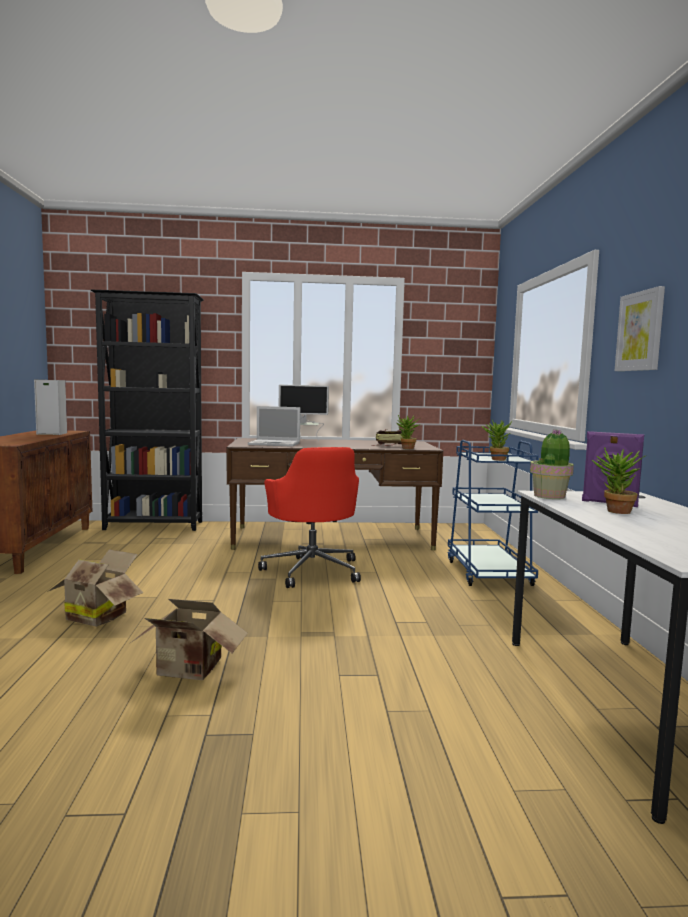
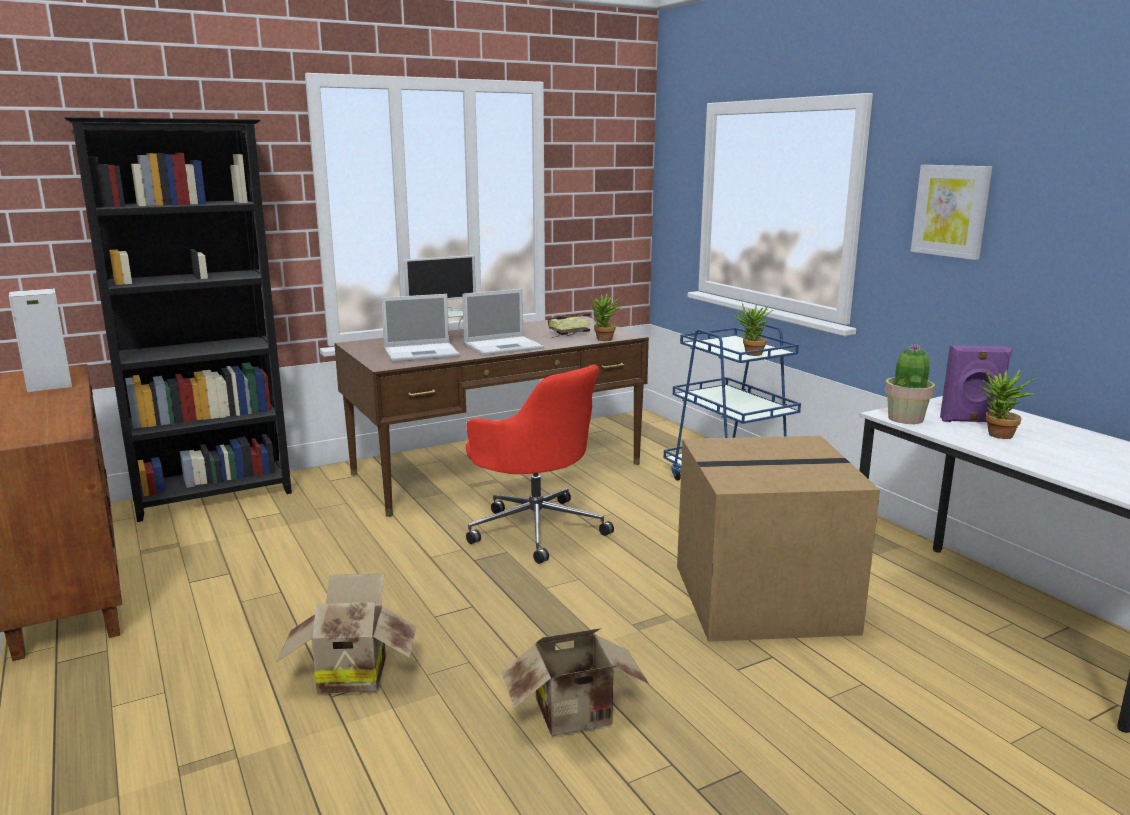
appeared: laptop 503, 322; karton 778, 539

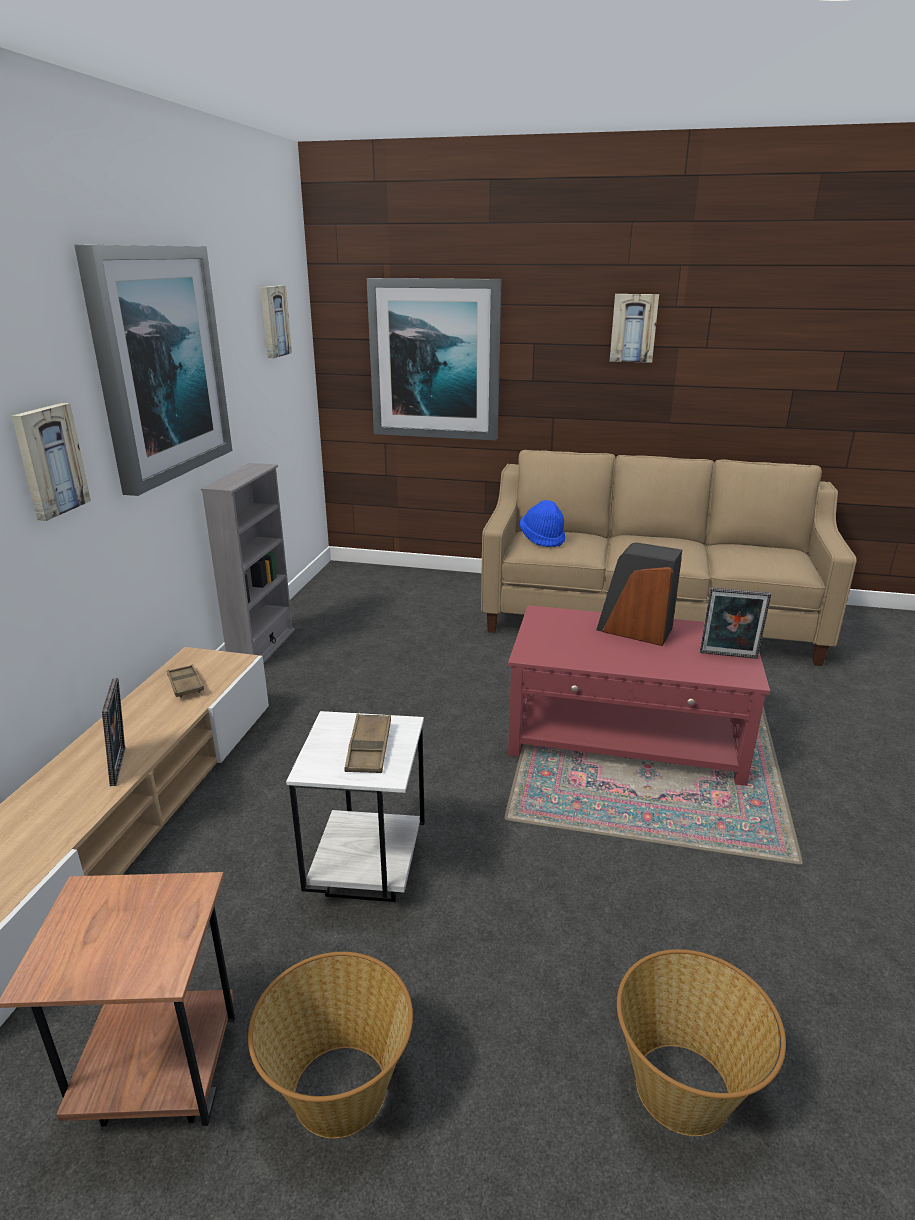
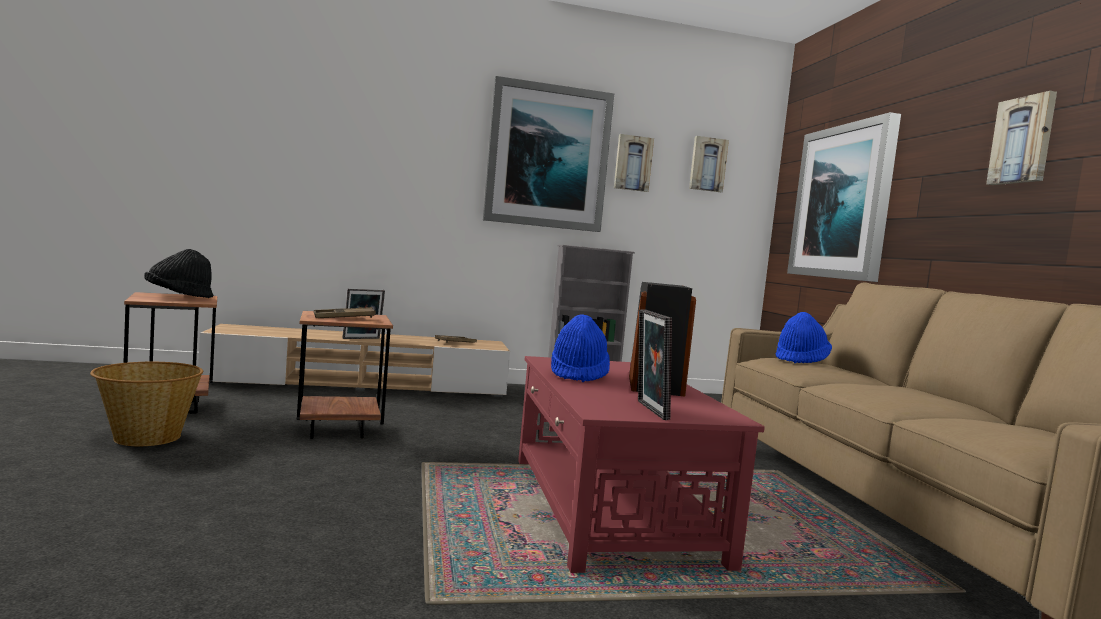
missing: koszyk 701, 1042
appeared: kapelusz [czarny] 178, 273; kapelusz [niebieski] 580, 348
relocated: obraz 51, 462 to 634, 163
colour: stolik [biały] 355, 806 to stolik [brązowy] 345, 375

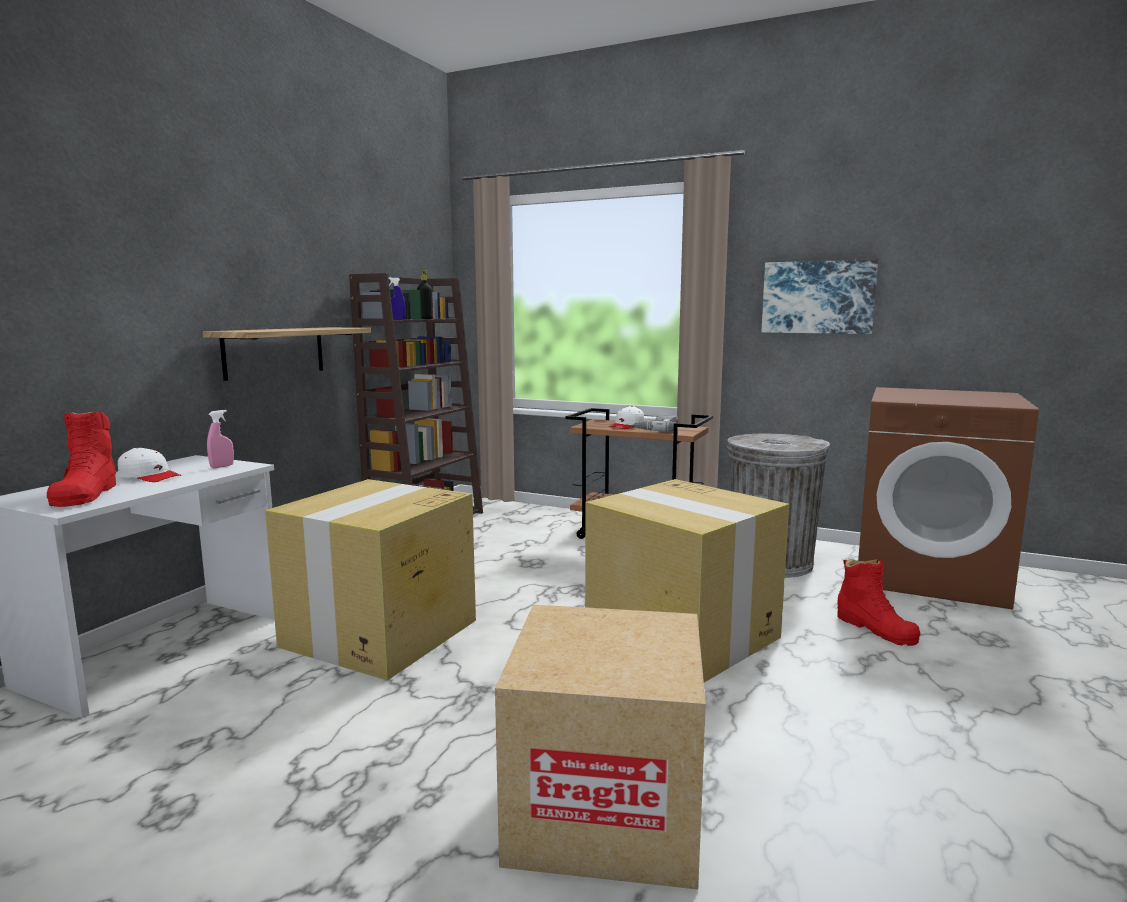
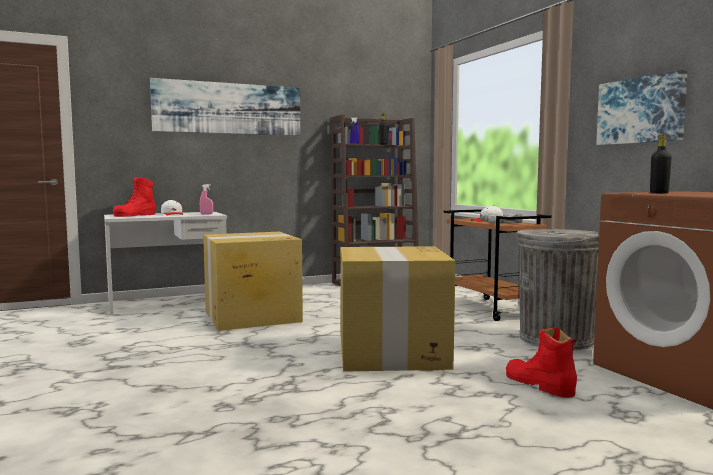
missing: półka 287, 354; karton 600, 747
appeared: obraz 225, 107; butelka [czarny] 661, 164
spun: but z cholewką [czerwony] 879, 602 = 541, 363 135 degrees clockwise

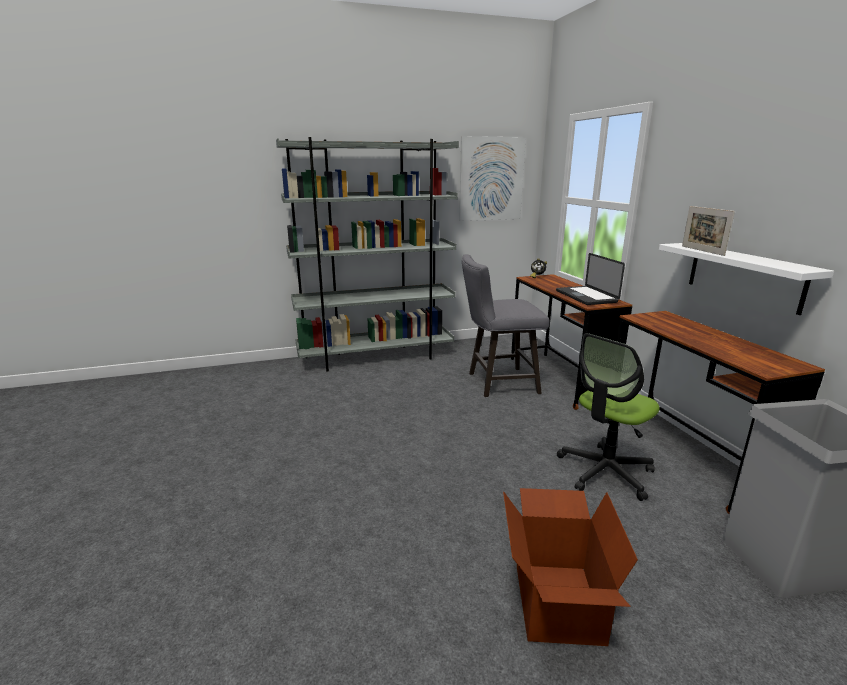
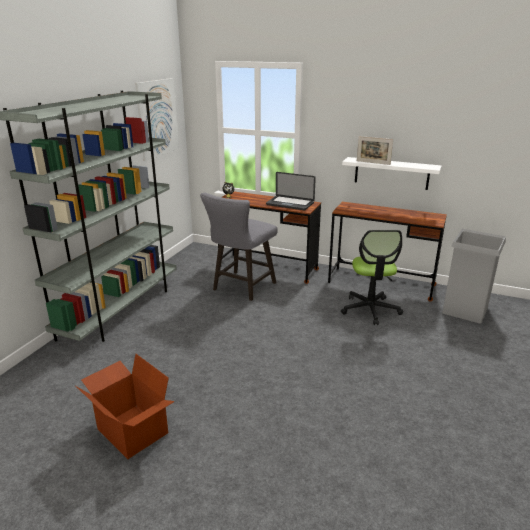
relocated: karton 570, 567 to 125, 406

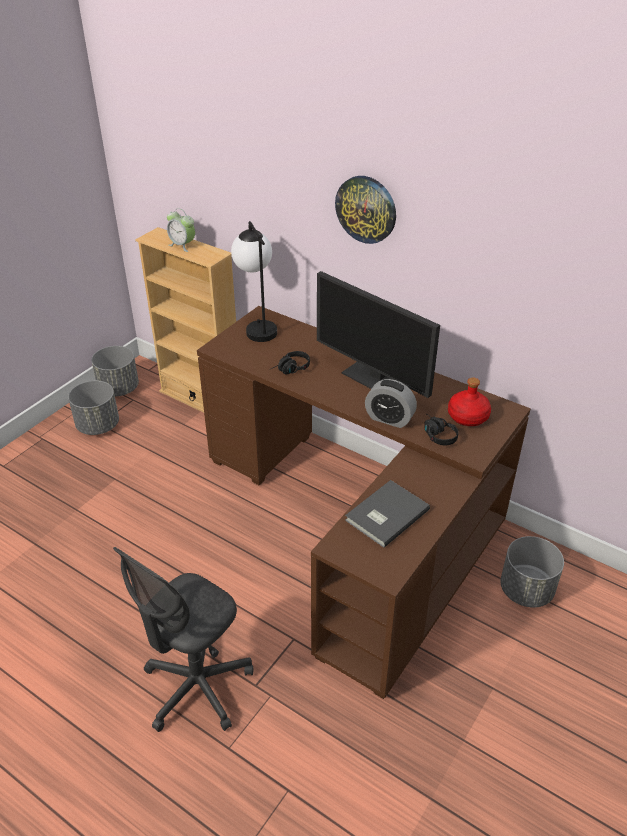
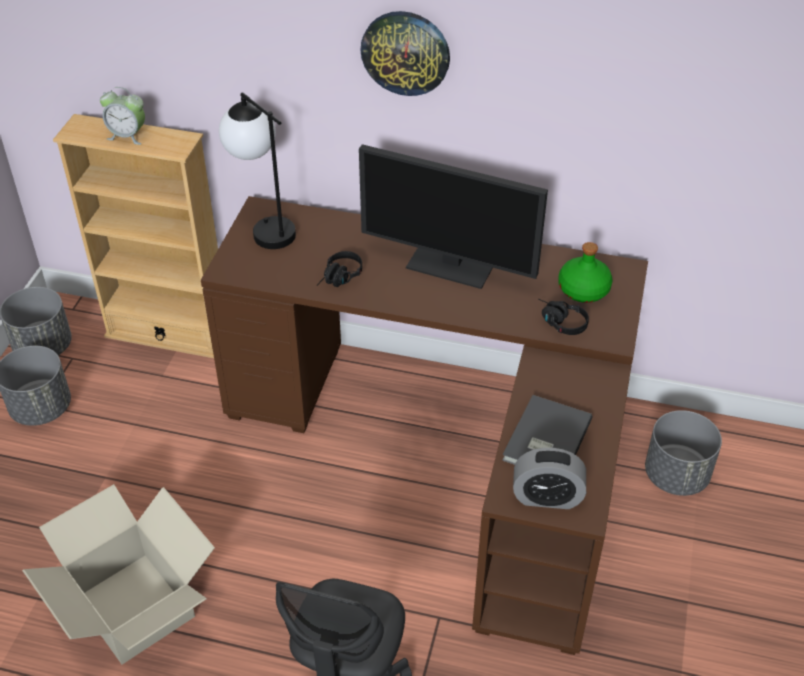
appeared: karton 118, 574
relocated: budzik 391, 403 to 549, 478
colour: butelka [czerwony] 469, 402 to butelka [zielony] 585, 272

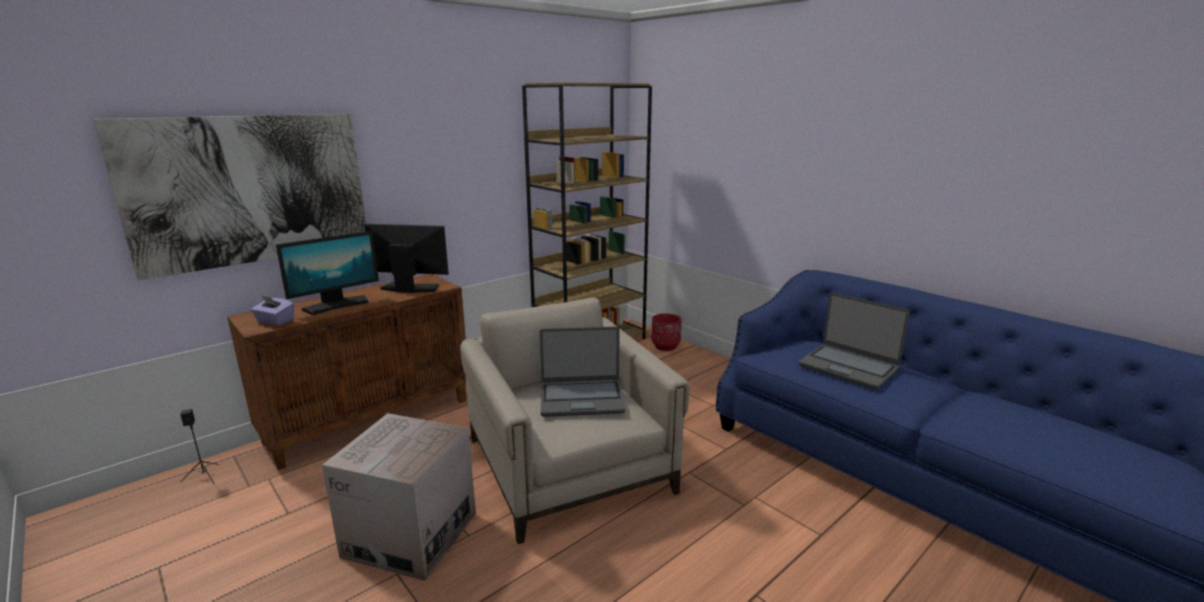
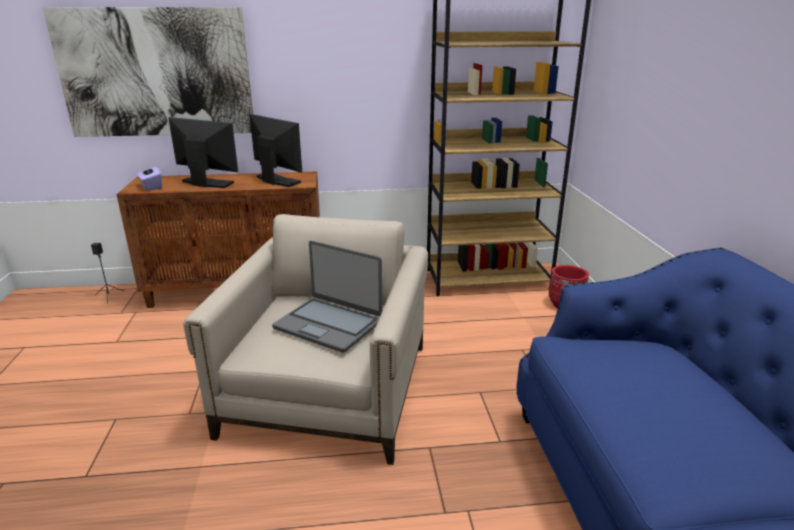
missing: laptop 854, 341; karton 399, 497
spun: monitor 327, 273 = 203, 152 150 degrees counterclockwise

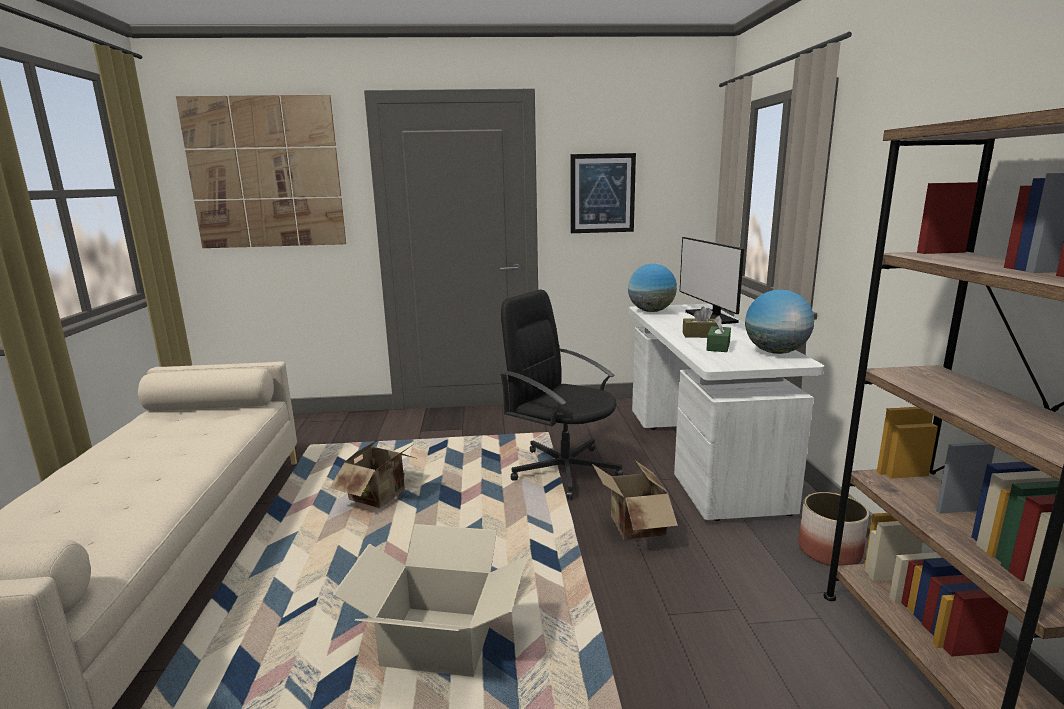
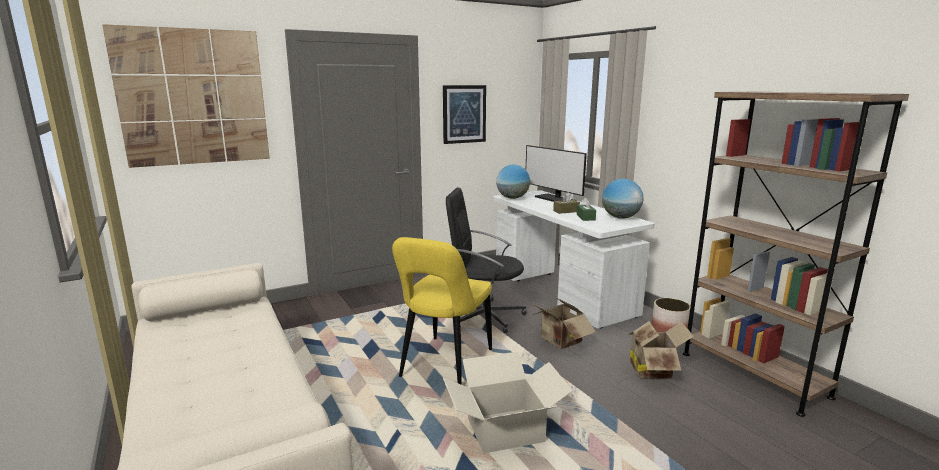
appeared: krzesło [żółty] 442, 311
relocated: karton 372, 472 to 660, 350

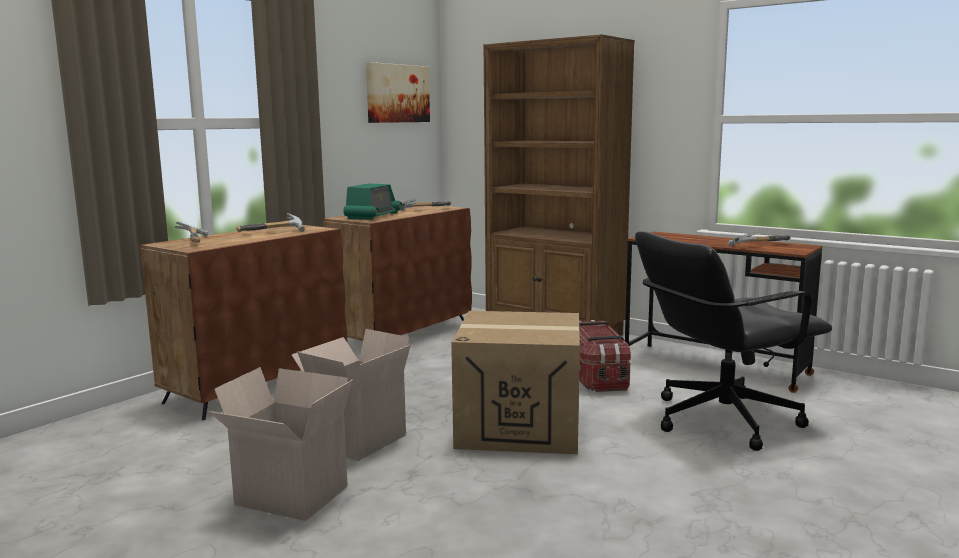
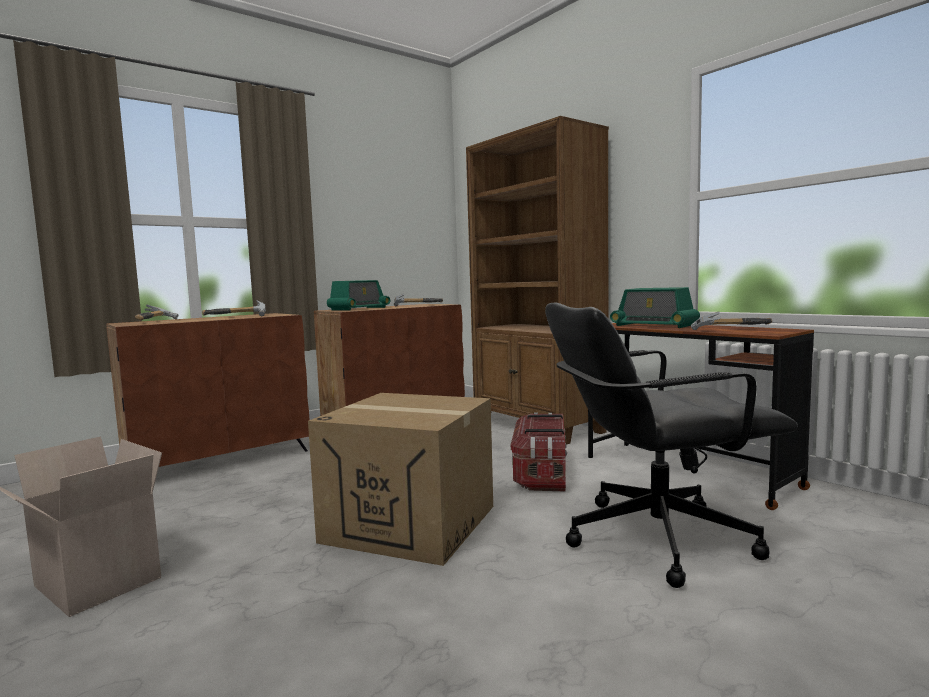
missing: obraz 398, 92; karton 351, 395
appeared: radio 655, 307

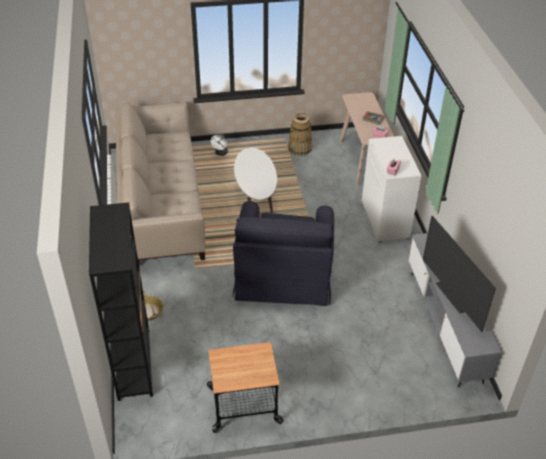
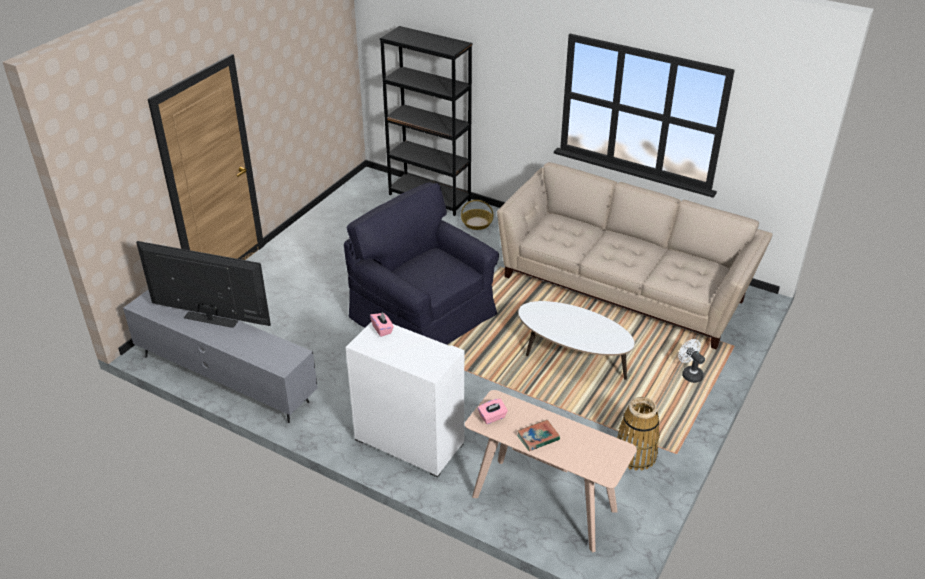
missing: wózek 245, 387

